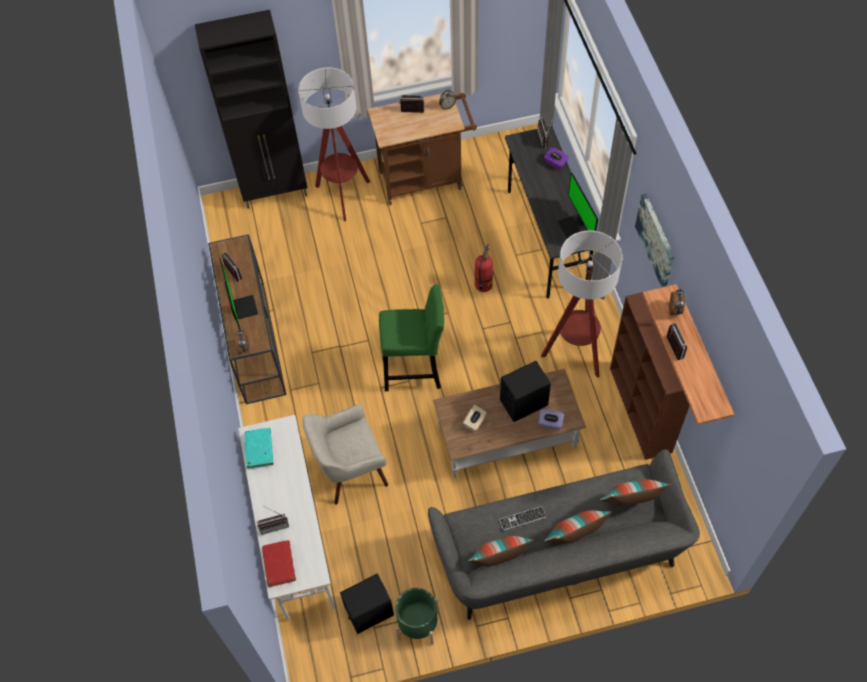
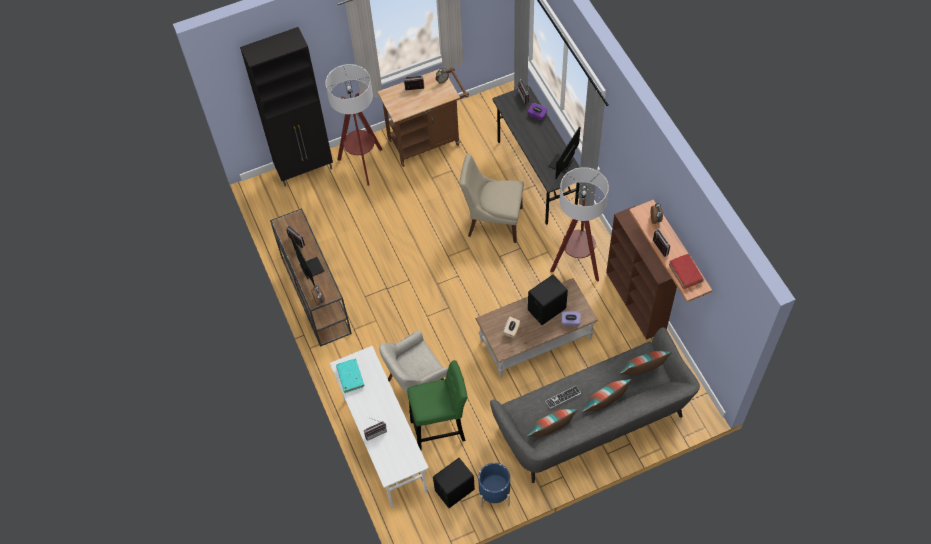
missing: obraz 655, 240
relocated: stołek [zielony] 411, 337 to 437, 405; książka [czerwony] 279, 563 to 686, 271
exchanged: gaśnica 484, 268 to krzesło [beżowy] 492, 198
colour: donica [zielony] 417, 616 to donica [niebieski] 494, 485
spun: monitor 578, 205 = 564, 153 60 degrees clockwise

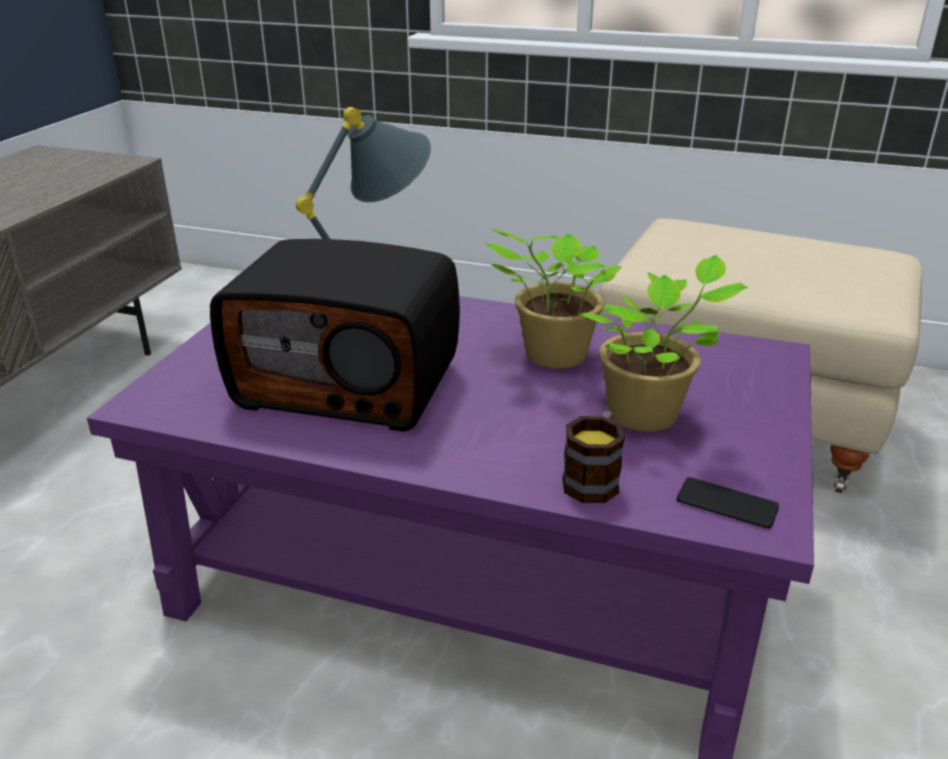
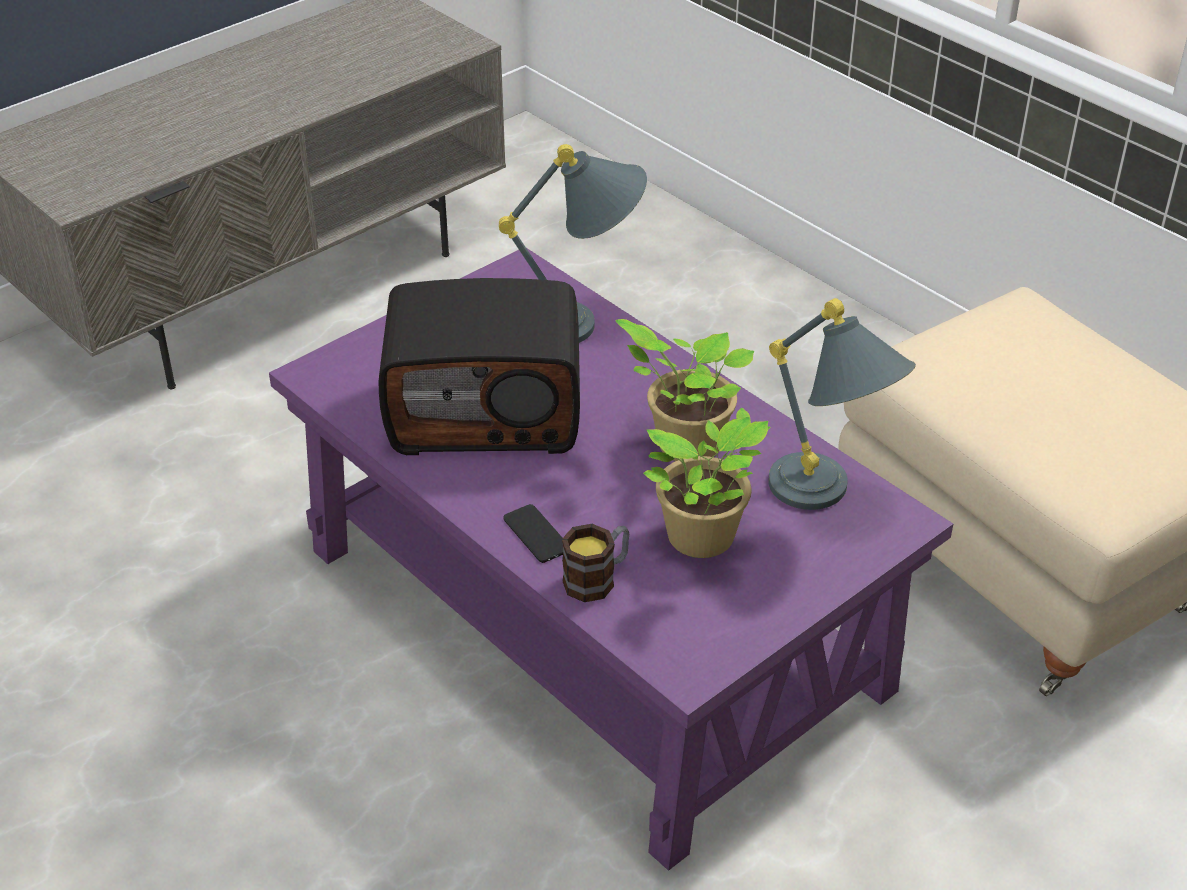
appeared: lampa stołowa [szary] 842, 404
relocated: telefon 728, 503 to 533, 533
spun: radio 335, 335 = 479, 366 45 degrees counterclockwise

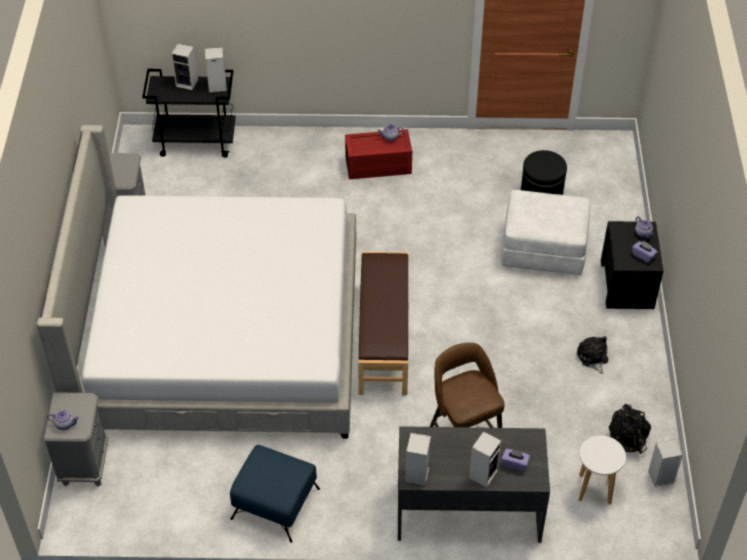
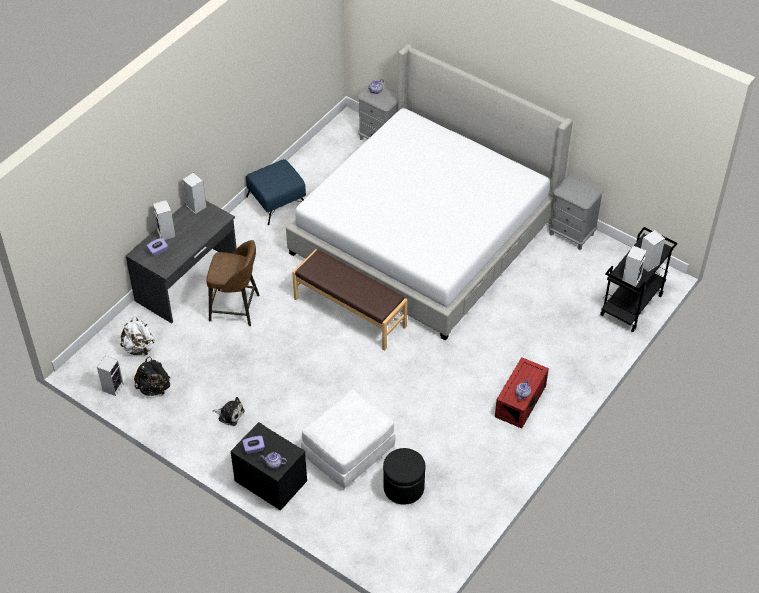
exchanged: stołek [biały] 602, 470 to plecak [biały] 137, 336

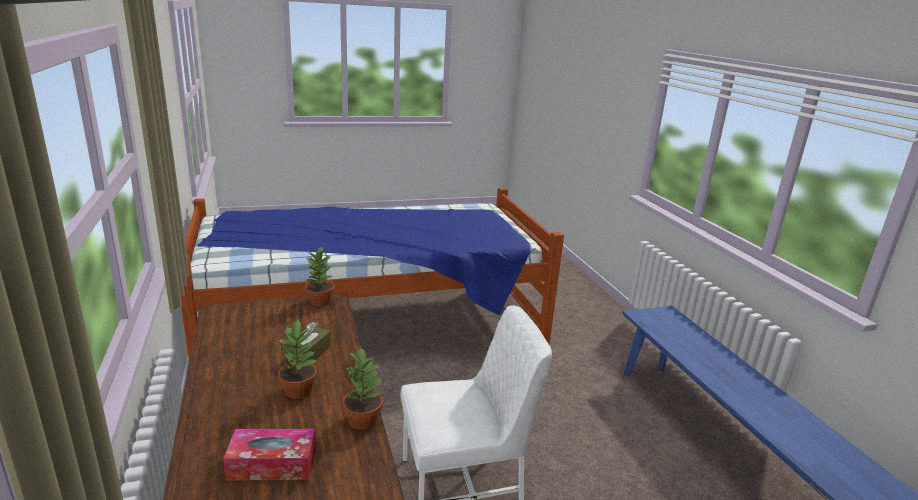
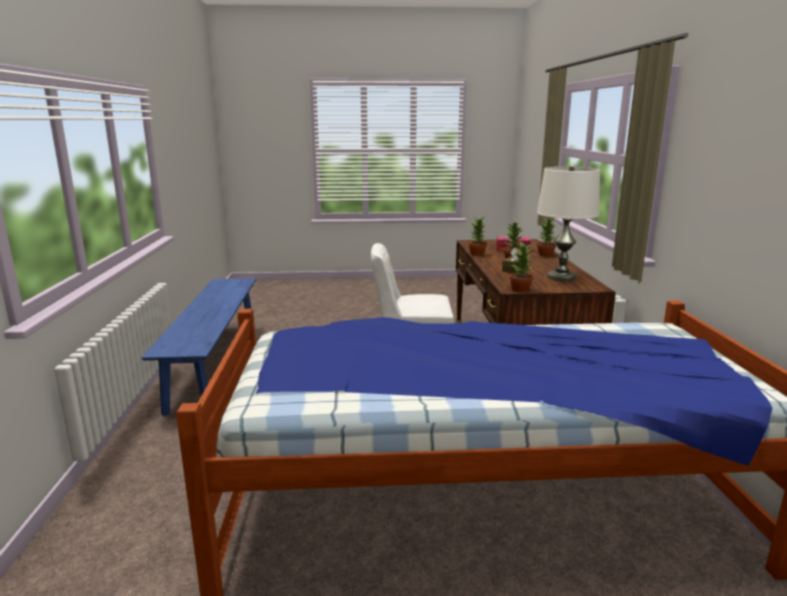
appeared: lampa stołowa [biały] 568, 223; roślina doniczkowa 546, 236

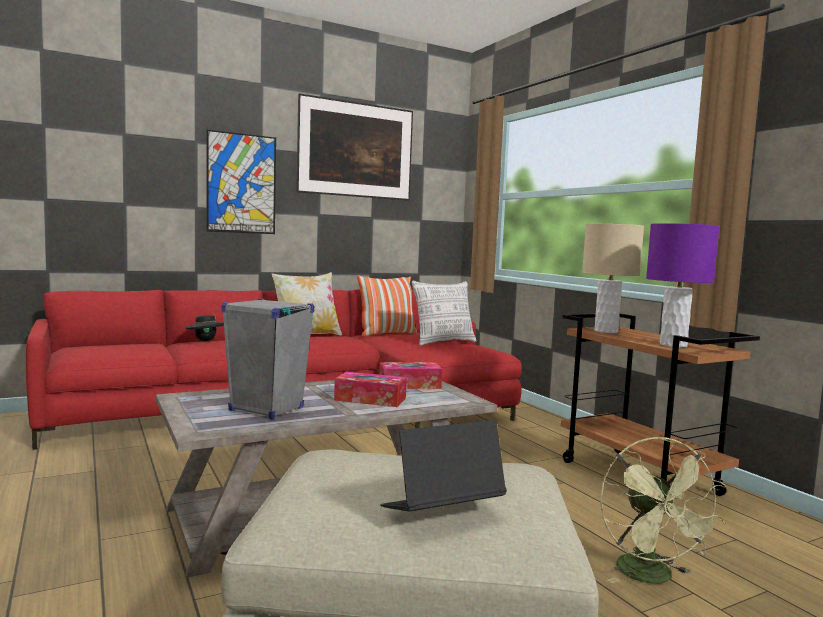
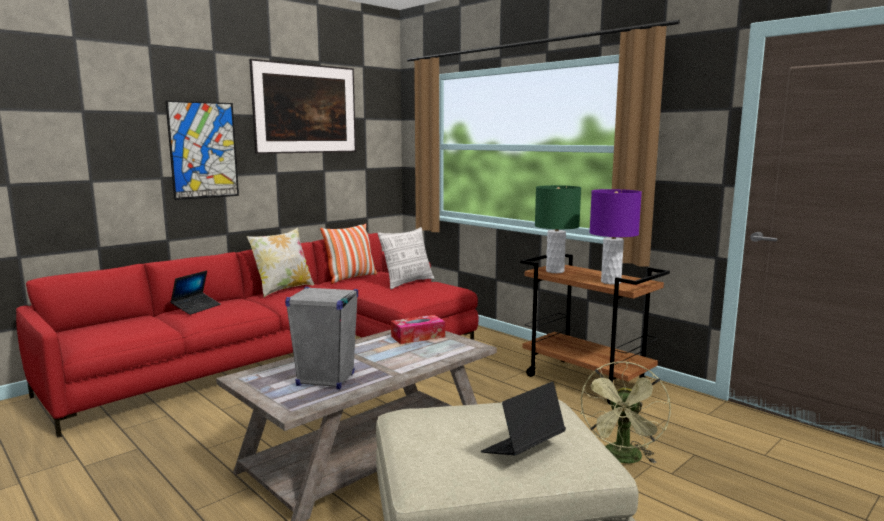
missing: pudełko chusteczek 370, 389
exchanged: kapelusz [czarny] 204, 328 to laptop 195, 292
colour: lampa stołowa [beżowy] 613, 278 to lampa stołowa [zielony] 558, 229
spun: wentylator [zielony] 663, 510 = 625, 412 45 degrees clockwise

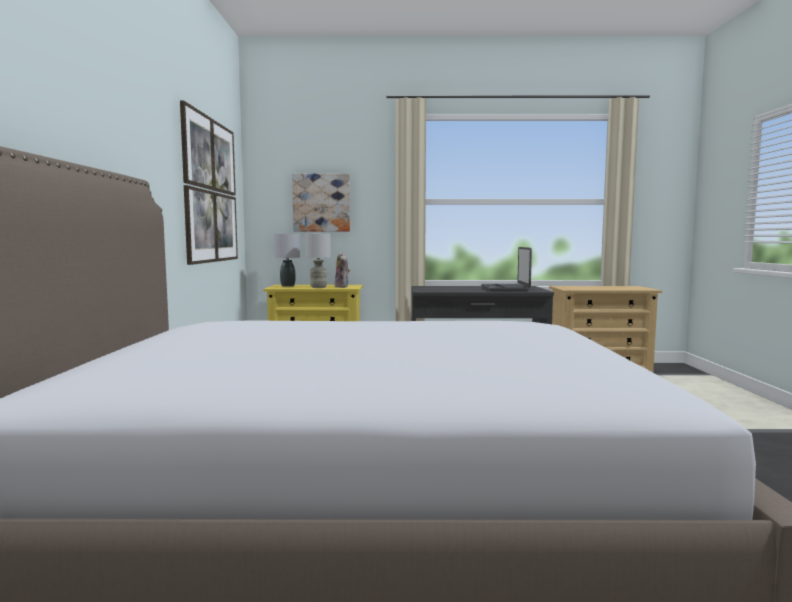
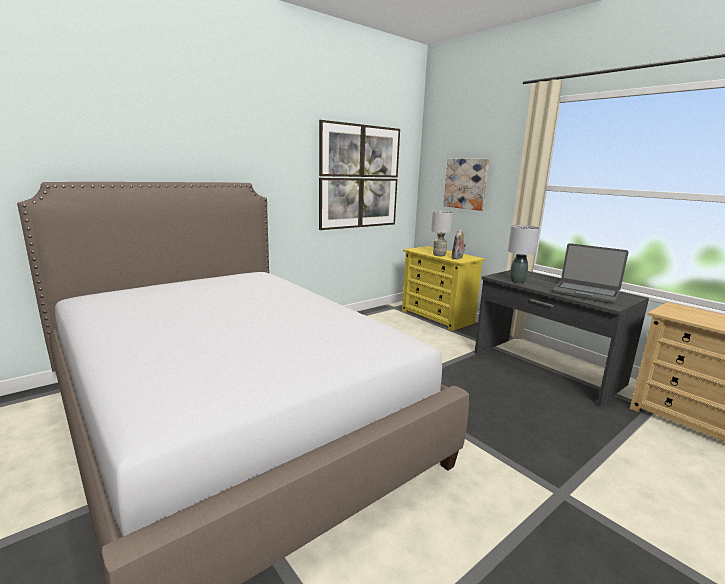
relocated: lampa stołowa [szary] 287, 260 to 524, 254
spun: laptop 507, 269 = 590, 273 105 degrees counterclockwise

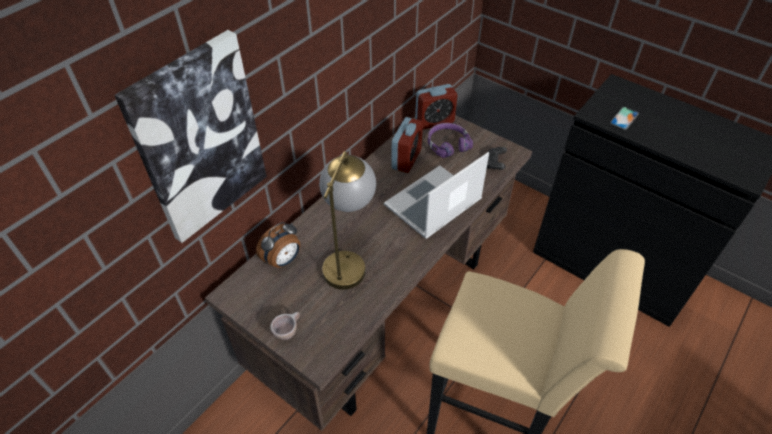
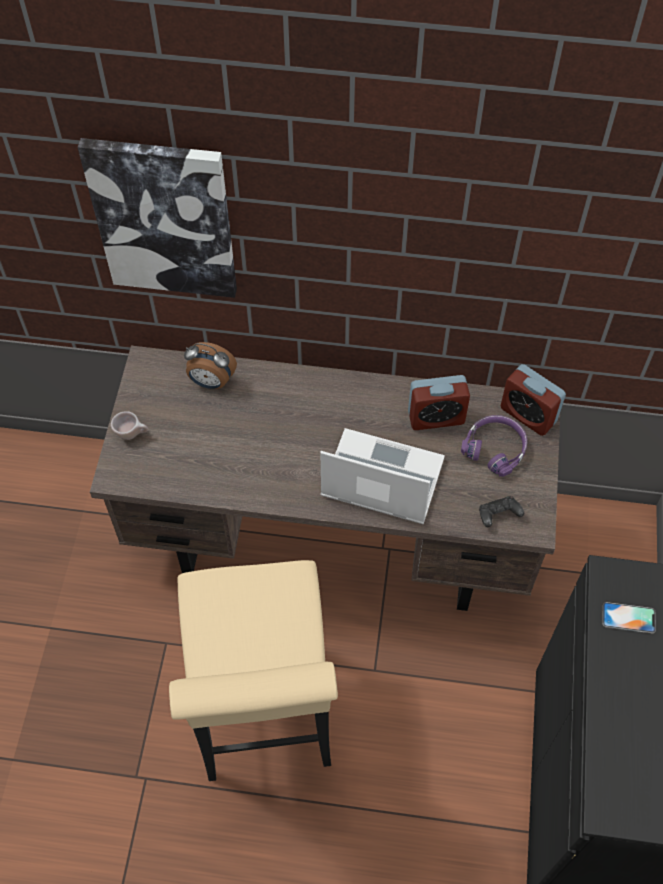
missing: lampa stołowa 347, 221

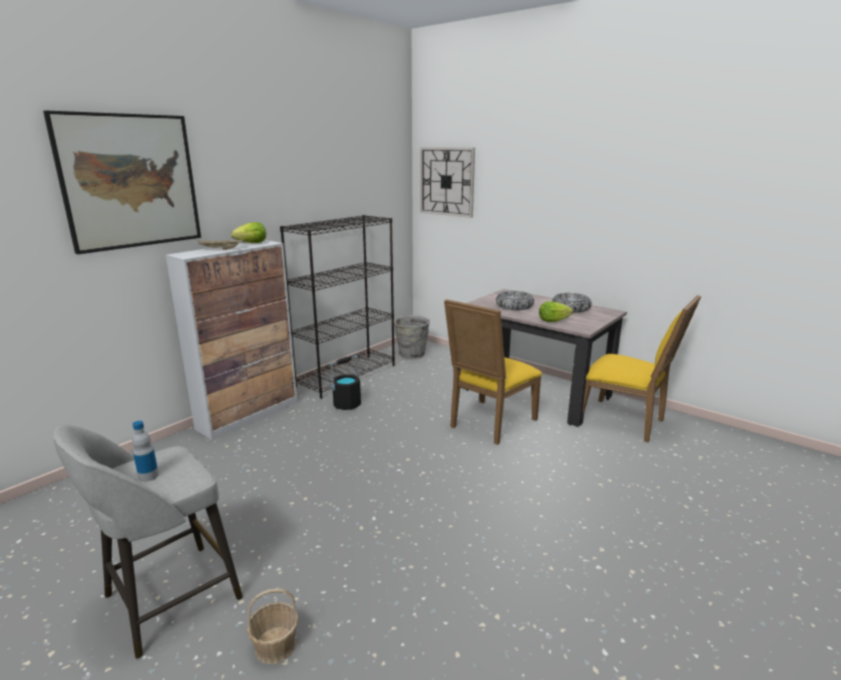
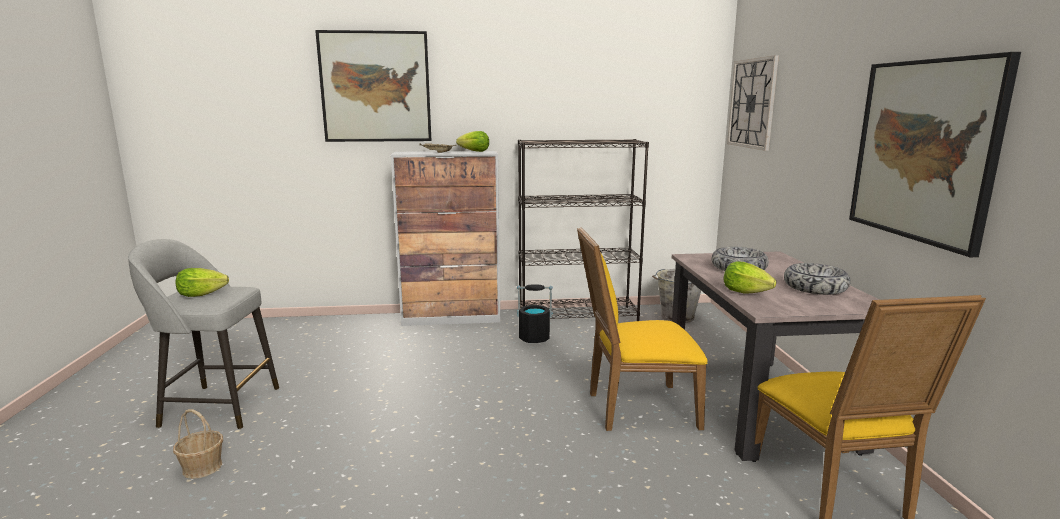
appeared: obraz 935, 154
exchanged: butelka 145, 451 to sałata 202, 282

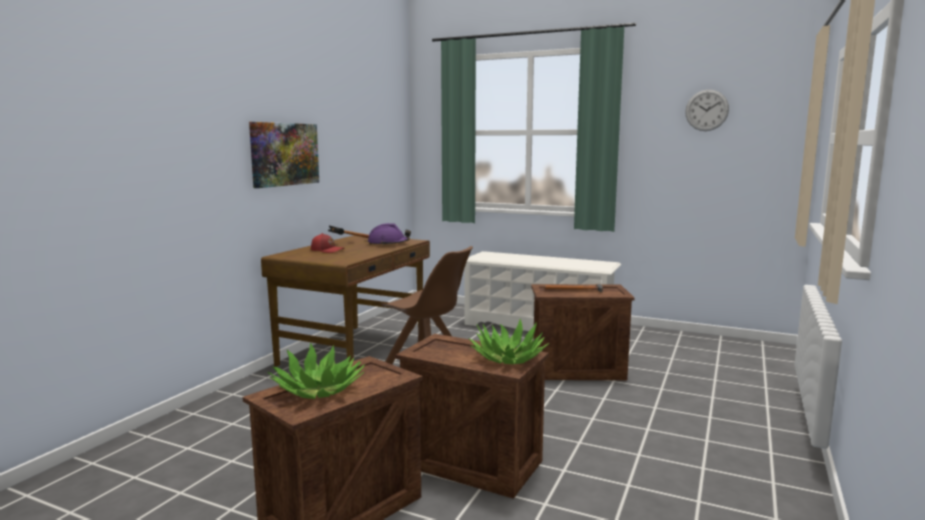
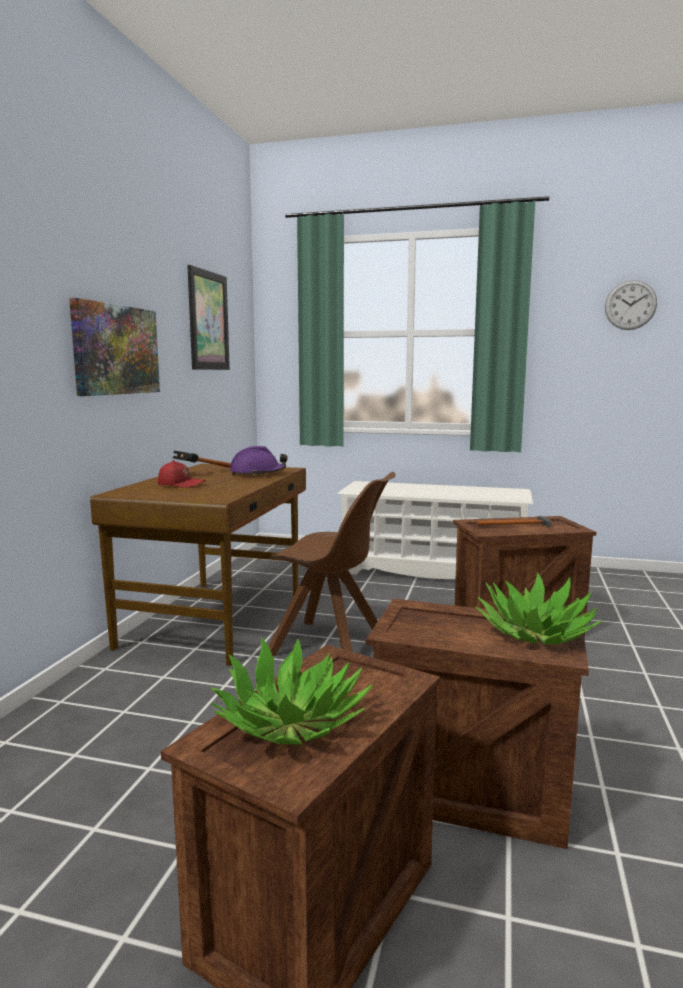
appeared: obraz 208, 317

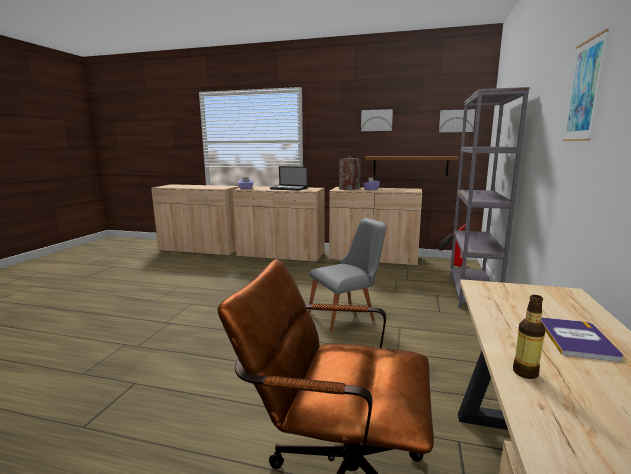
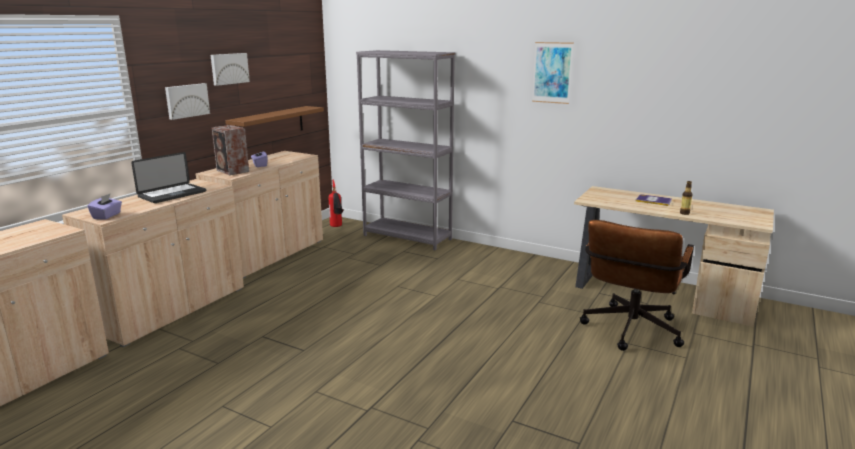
missing: krzesło [szary] 347, 275
relocated: obraz 457, 121 to 187, 101

